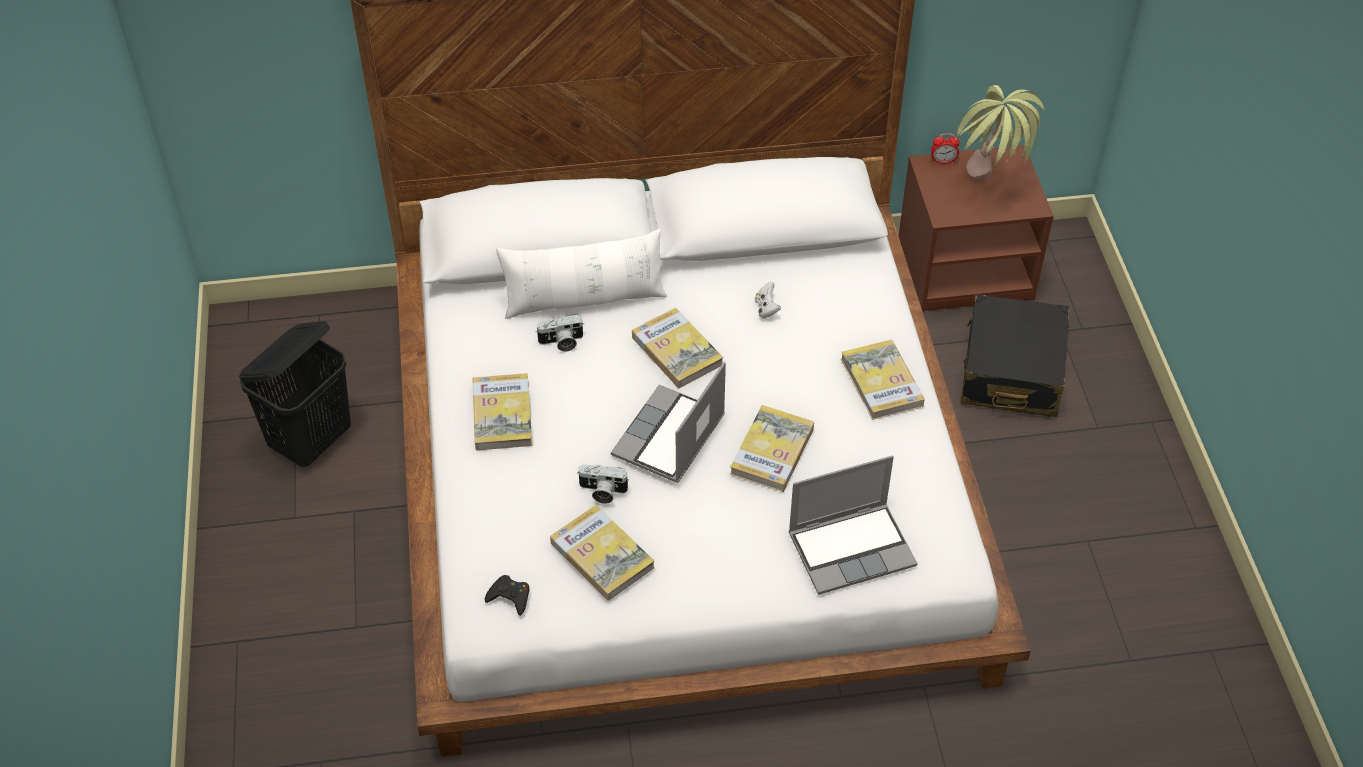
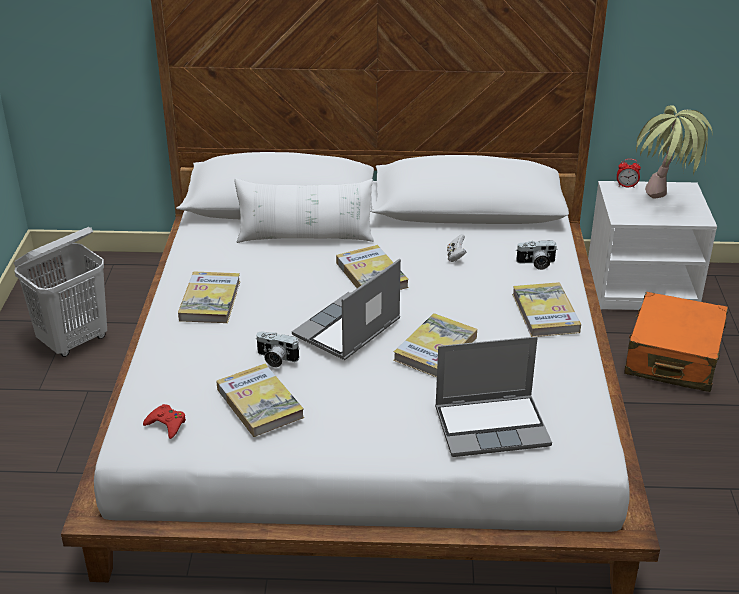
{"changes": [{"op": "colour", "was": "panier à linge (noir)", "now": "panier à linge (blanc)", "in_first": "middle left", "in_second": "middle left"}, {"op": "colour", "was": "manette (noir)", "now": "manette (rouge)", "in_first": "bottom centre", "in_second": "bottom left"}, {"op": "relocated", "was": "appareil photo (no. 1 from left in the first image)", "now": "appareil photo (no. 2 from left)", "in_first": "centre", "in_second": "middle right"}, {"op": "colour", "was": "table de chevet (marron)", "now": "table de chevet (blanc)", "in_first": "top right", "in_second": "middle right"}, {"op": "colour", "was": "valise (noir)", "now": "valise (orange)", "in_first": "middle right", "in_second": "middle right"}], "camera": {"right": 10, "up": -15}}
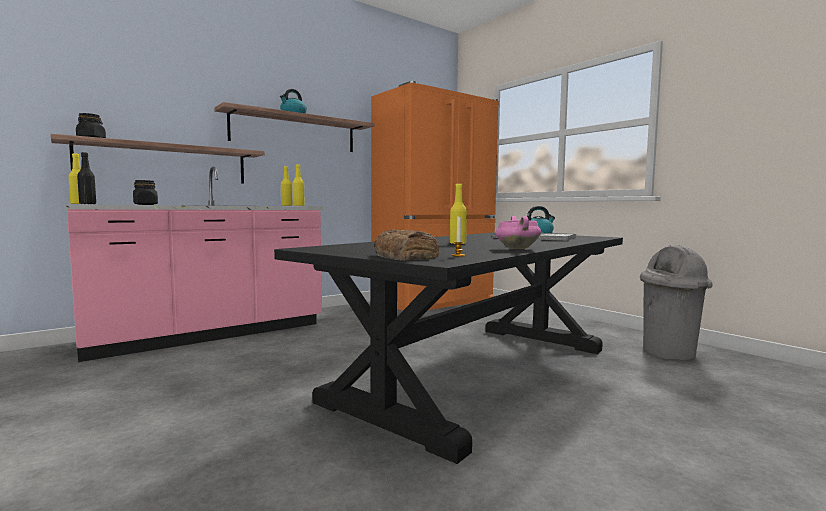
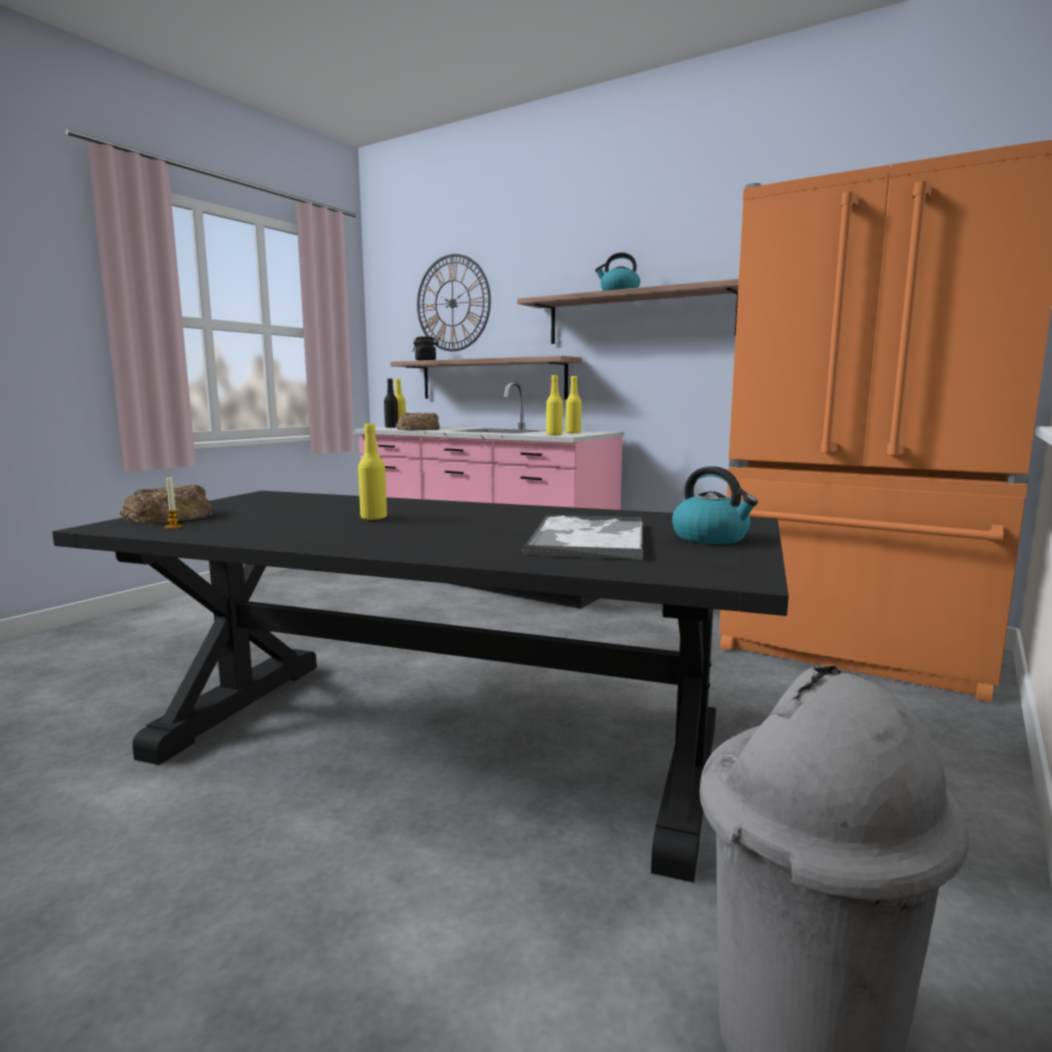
{"changes": [{"op": "exchanged", "was": "bocal (noir) (no. 2 from left)", "now": "pain (no. 2 from left)", "in_first": "middle left", "in_second": "centre"}, {"op": "appeared", "now": "horloge murale", "in_second": "top centre"}, {"op": "missing", "was": "marmite (rose)", "in_first": "centre"}], "camera": {"right": 70, "up": 5}}
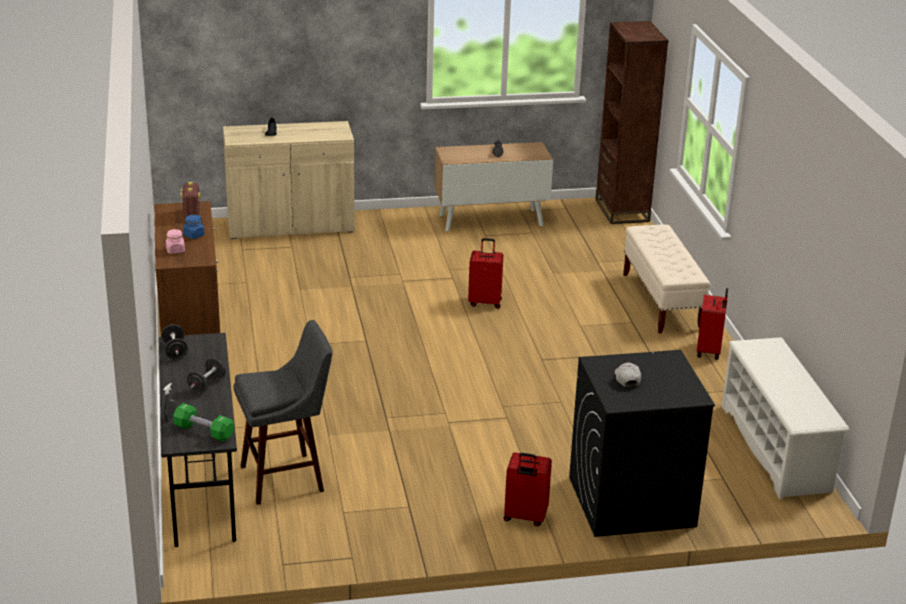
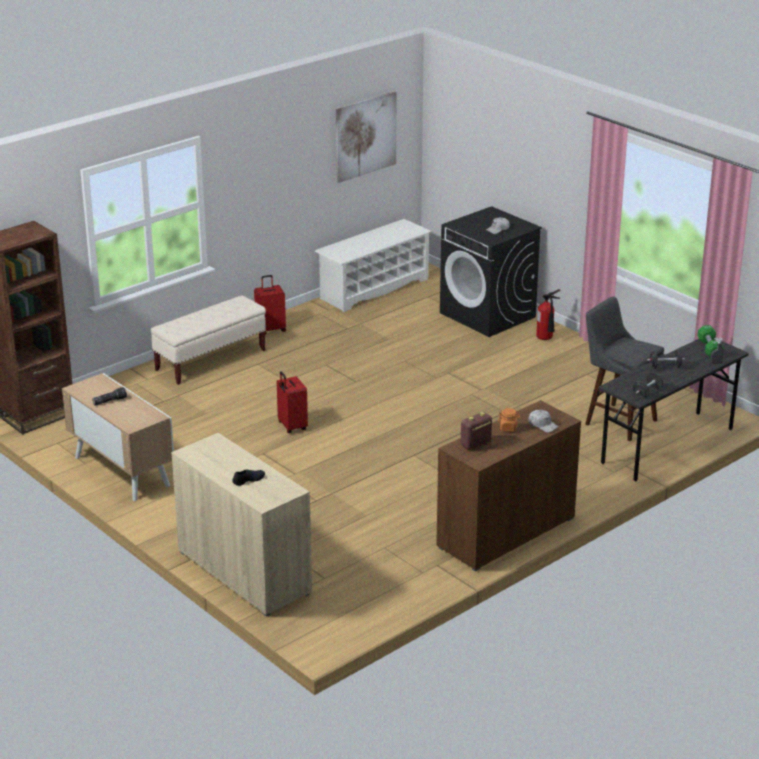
{"changes": [{"op": "appeared", "now": "tableau", "in_second": "top centre"}, {"op": "colour", "was": "bocal (bleu)", "now": "bocal (orange)", "in_first": "middle left", "in_second": "middle right"}, {"op": "exchanged", "was": "bocal (rose)", "now": "casquette (blanc) (no. 2 from left)", "in_first": "middle left", "in_second": "middle right"}, {"op": "exchanged", "was": "valise (rouge) (no. 2 from left)", "now": "extincteur", "in_first": "bottom centre", "in_second": "middle right"}], "camera": {"right": -120, "up": 0}}
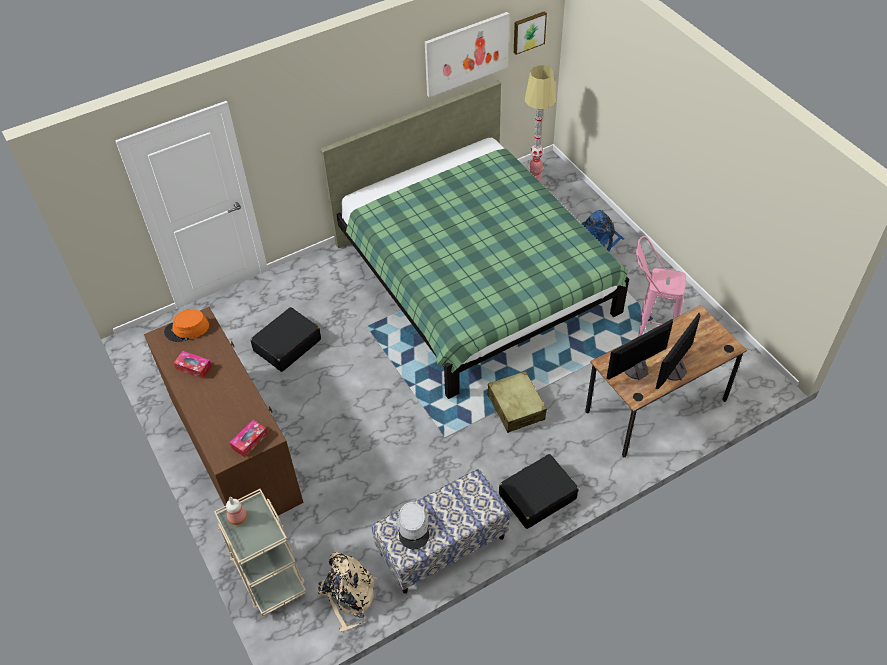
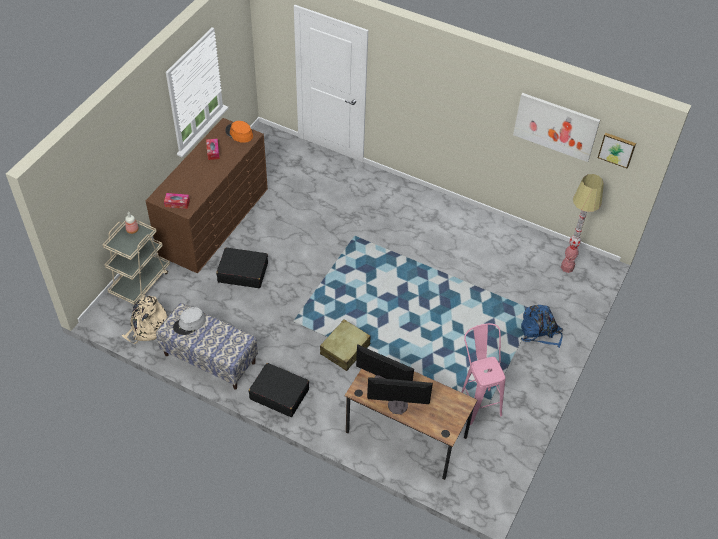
{"changes": [{"op": "relocated", "was": "valise (noir) (no. 1 from left)", "in_first": "middle left", "in_second": "centre"}, {"op": "missing", "was": "lit (vert)", "in_first": "centre"}], "camera": {"right": 55, "up": 0}}
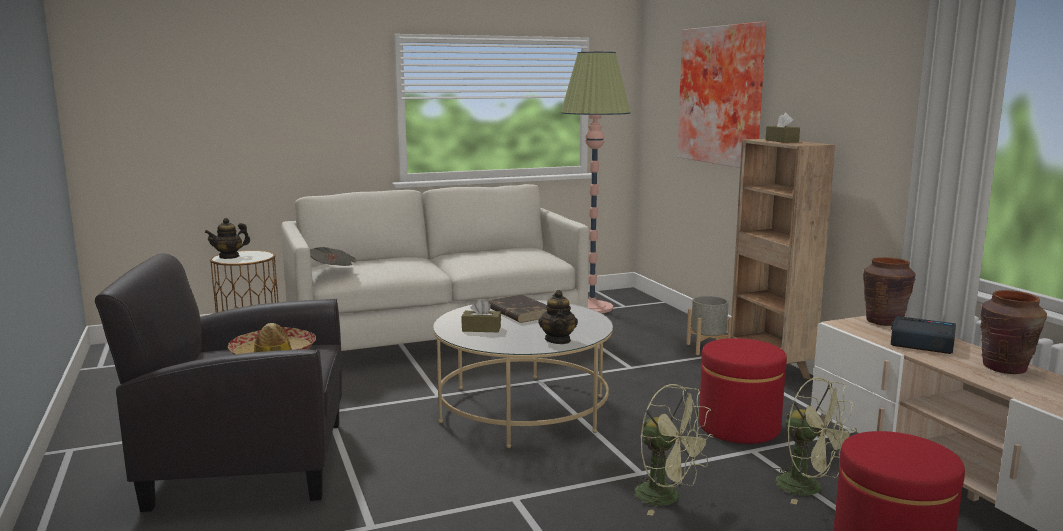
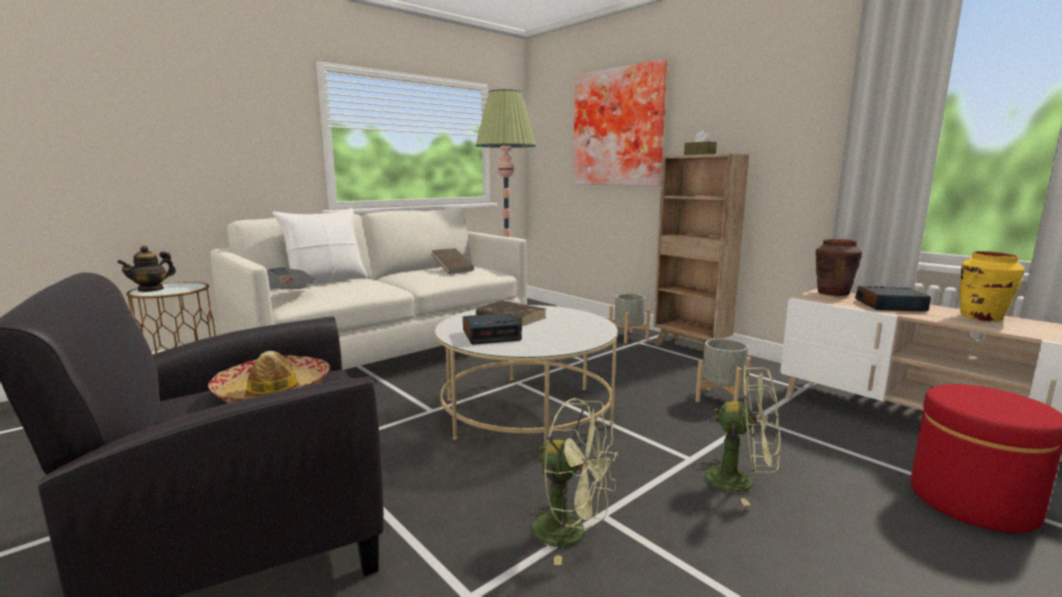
{"changes": [{"op": "appeared", "now": "coussin (blanc)", "in_second": "middle left"}, {"op": "appeared", "now": "livre (marron) (no. 1 from left)", "in_second": "centre"}, {"op": "exchanged", "was": "boîte à mouchoirs (marron) (no. 1 from left)", "now": "réveil (no. 1 from left)", "in_first": "centre", "in_second": "centre"}, {"op": "relocated", "was": "ventilateur (vert) (no. 2 from left in the first image)", "now": "ventilateur (vert) (no. 1 from left)", "in_first": "bottom right", "in_second": "bottom centre"}, {"op": "exchanged", "was": "pouf (rouge) (no. 1 from left)", "now": "cache-pot (gris) (no. 2 from left)", "in_first": "bottom right", "in_second": "middle right"}, {"op": "colour", "was": "vase (marron) (no. 2 from left)", "now": "vase (jaune)", "in_first": "middle right", "in_second": "middle right"}, {"op": "missing", "was": "théière (no. 2 from left)", "in_first": "centre"}], "camera": {"right": -20, "up": 0}}
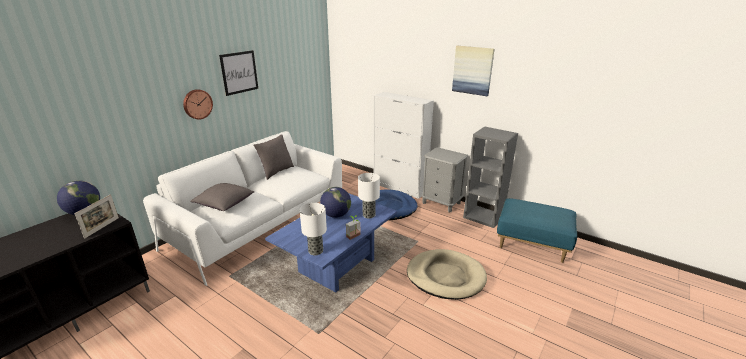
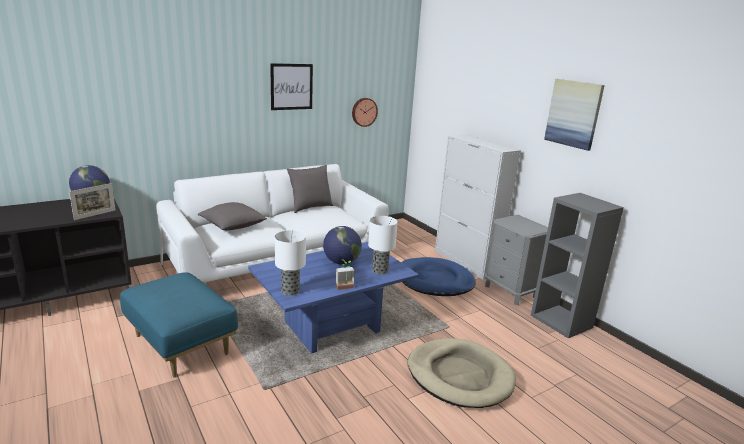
{"changes": [{"op": "relocated", "was": "pouf (bleu)", "in_first": "middle right", "in_second": "bottom left"}, {"op": "relocated", "was": "horloge murale", "in_first": "top left", "in_second": "top centre"}], "camera": {"right": 20, "up": -5}}
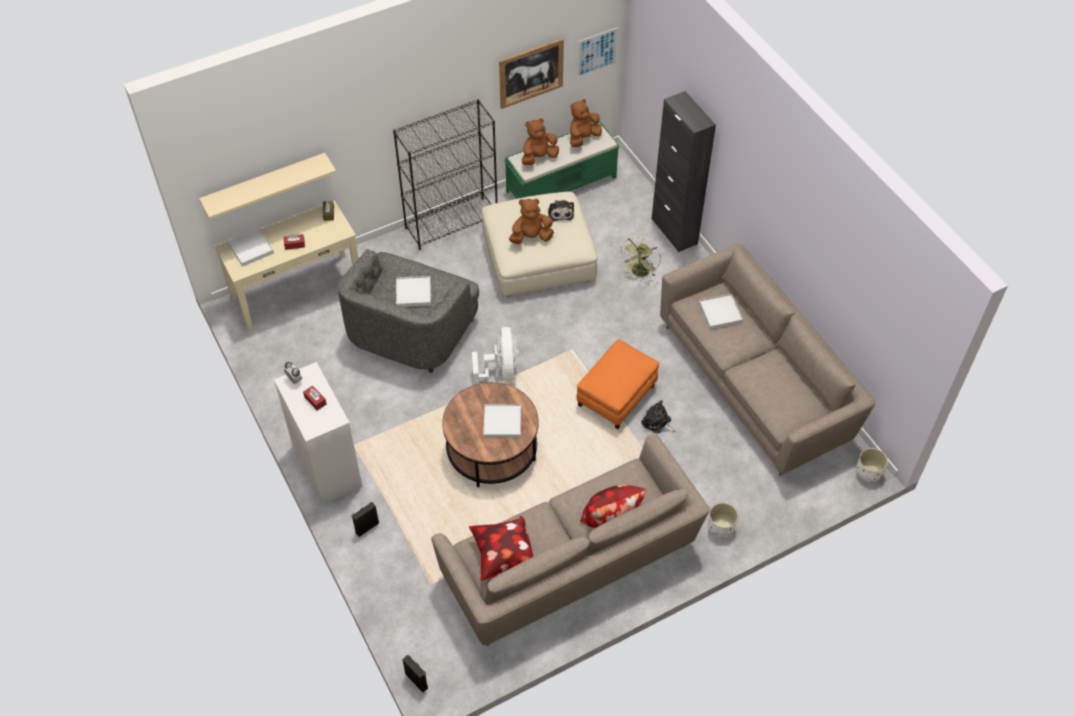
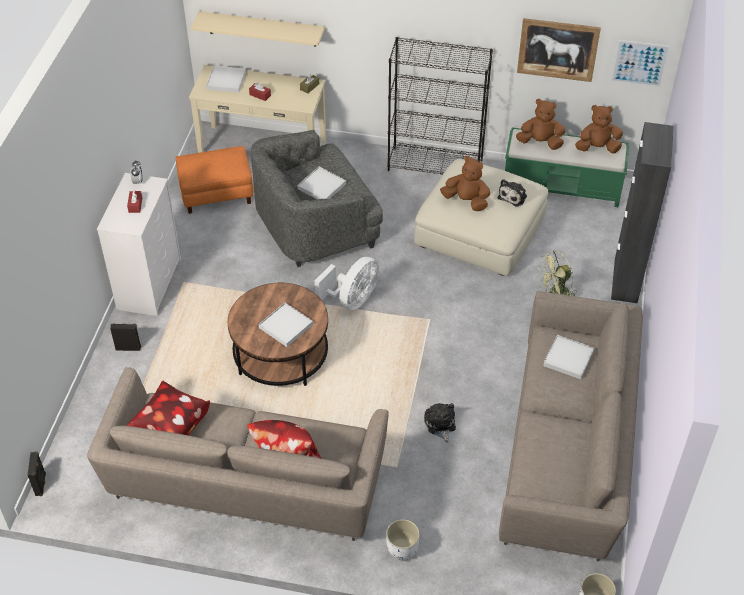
{"changes": [{"op": "relocated", "was": "pouf (orange)", "in_first": "centre", "in_second": "top left"}], "camera": {"right": 40, "up": -5}}
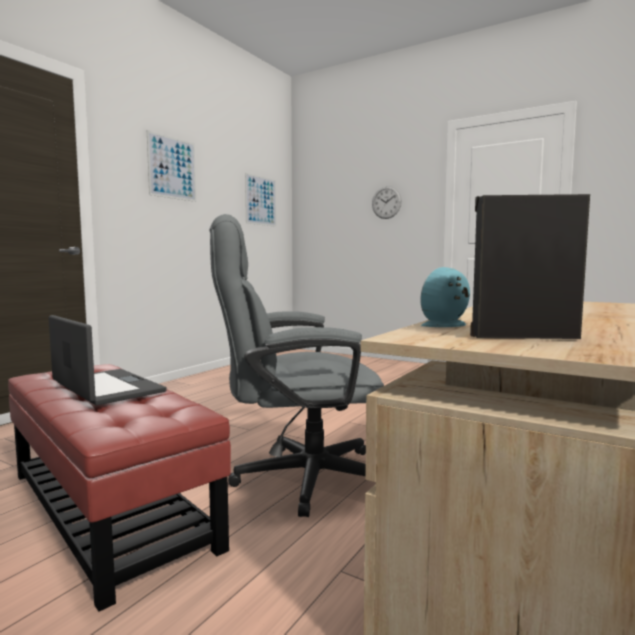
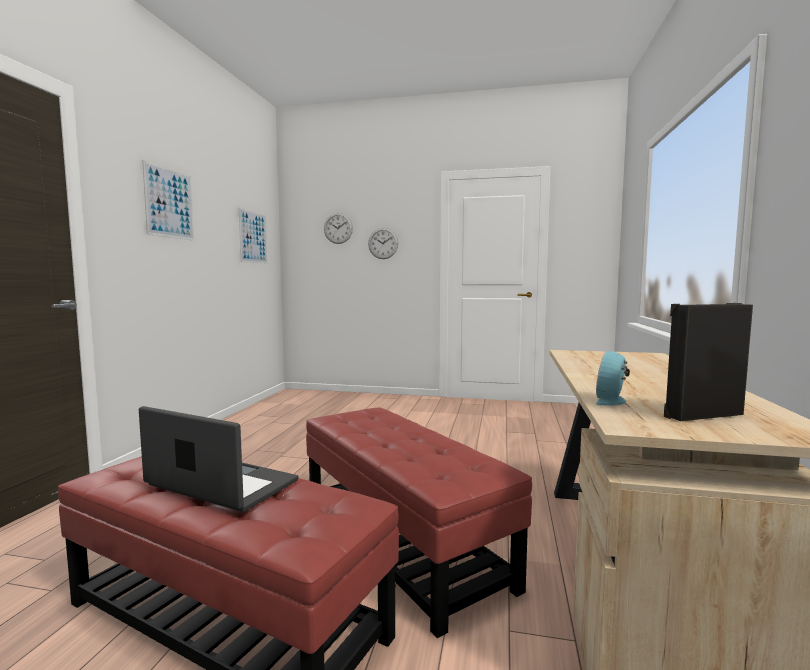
{"changes": [{"op": "exchanged", "was": "chaise de bureau (gris)", "now": "pouf (rouge) (no. 2 from left)", "in_first": "centre", "in_second": "bottom centre"}, {"op": "appeared", "now": "horloge murale (no. 1 from left)", "in_second": "centre"}], "camera": {"right": -20, "up": 0}}
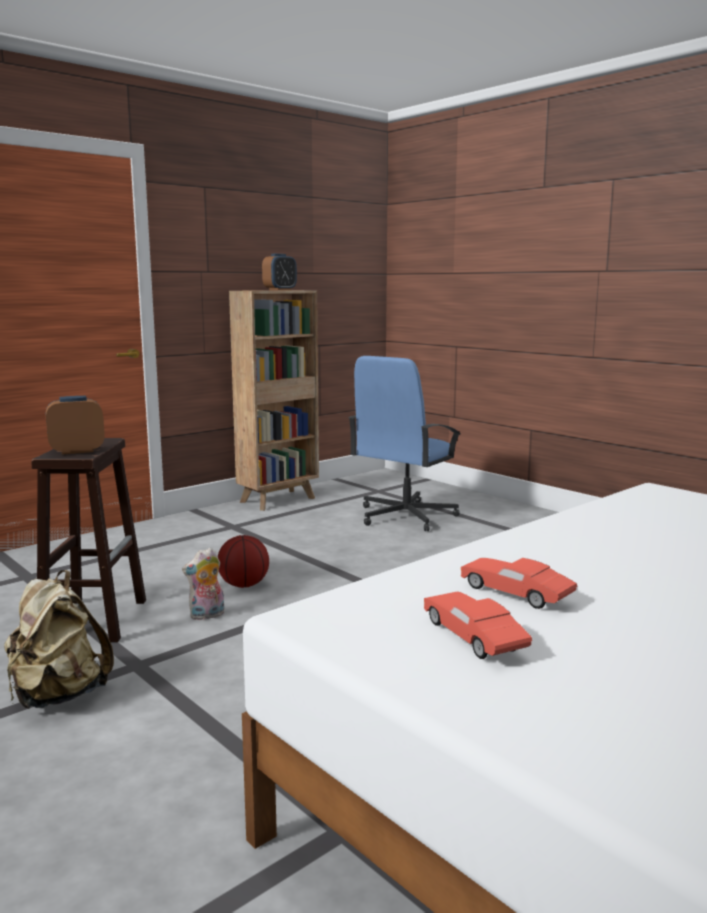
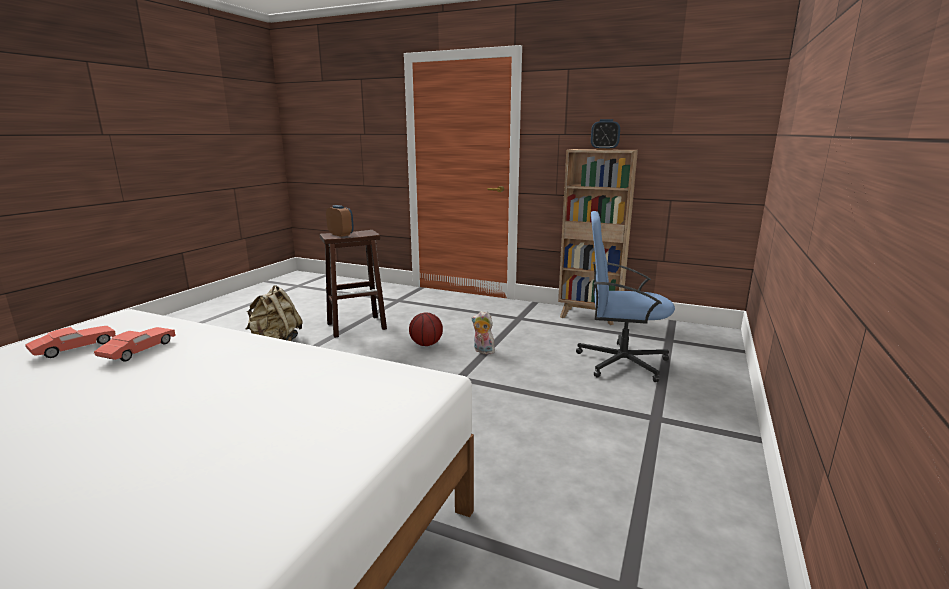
{"changes": [{"op": "relocated", "was": "peluche", "in_first": "middle left", "in_second": "centre"}], "camera": {"right": 65, "up": 5}}
